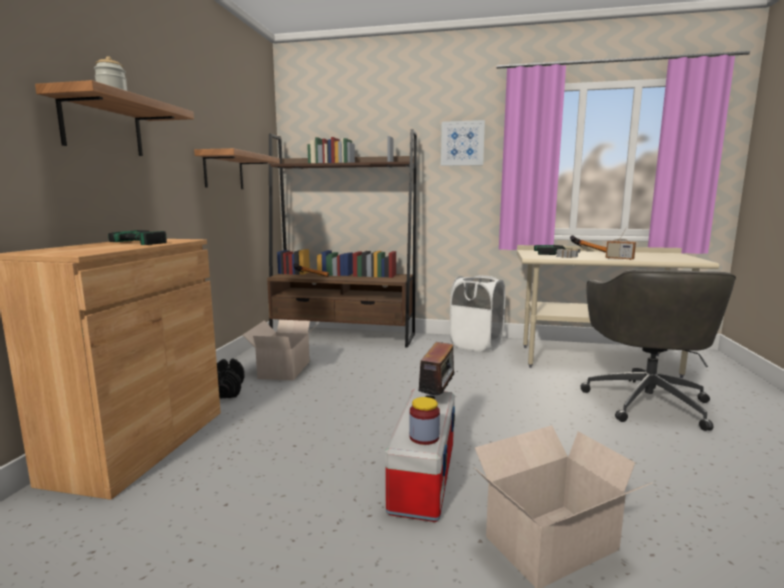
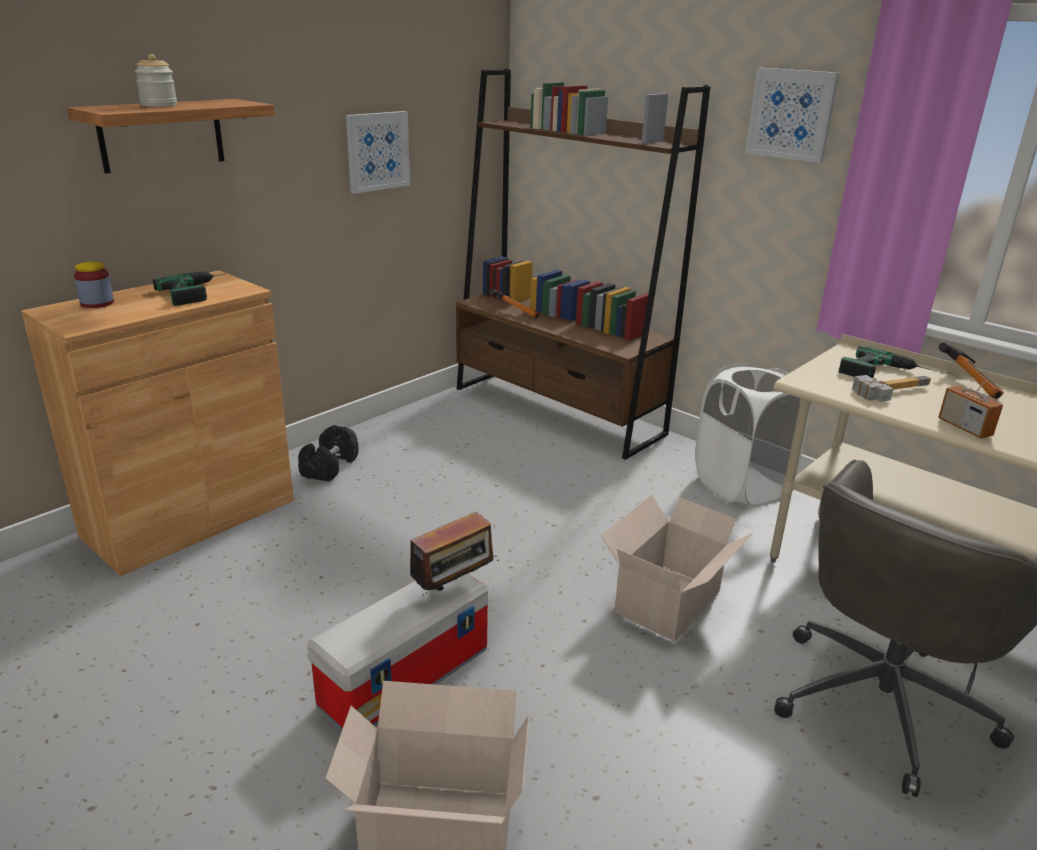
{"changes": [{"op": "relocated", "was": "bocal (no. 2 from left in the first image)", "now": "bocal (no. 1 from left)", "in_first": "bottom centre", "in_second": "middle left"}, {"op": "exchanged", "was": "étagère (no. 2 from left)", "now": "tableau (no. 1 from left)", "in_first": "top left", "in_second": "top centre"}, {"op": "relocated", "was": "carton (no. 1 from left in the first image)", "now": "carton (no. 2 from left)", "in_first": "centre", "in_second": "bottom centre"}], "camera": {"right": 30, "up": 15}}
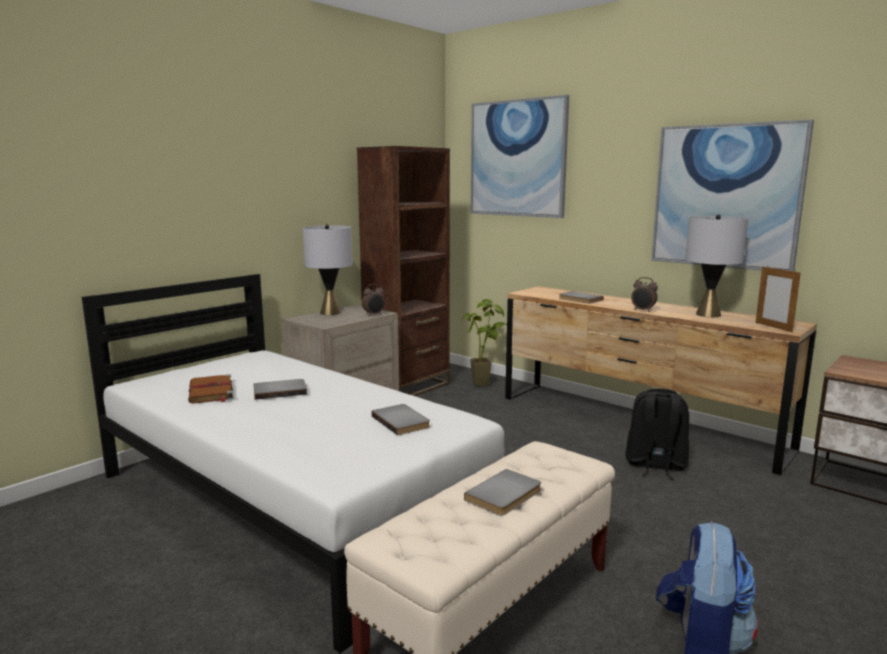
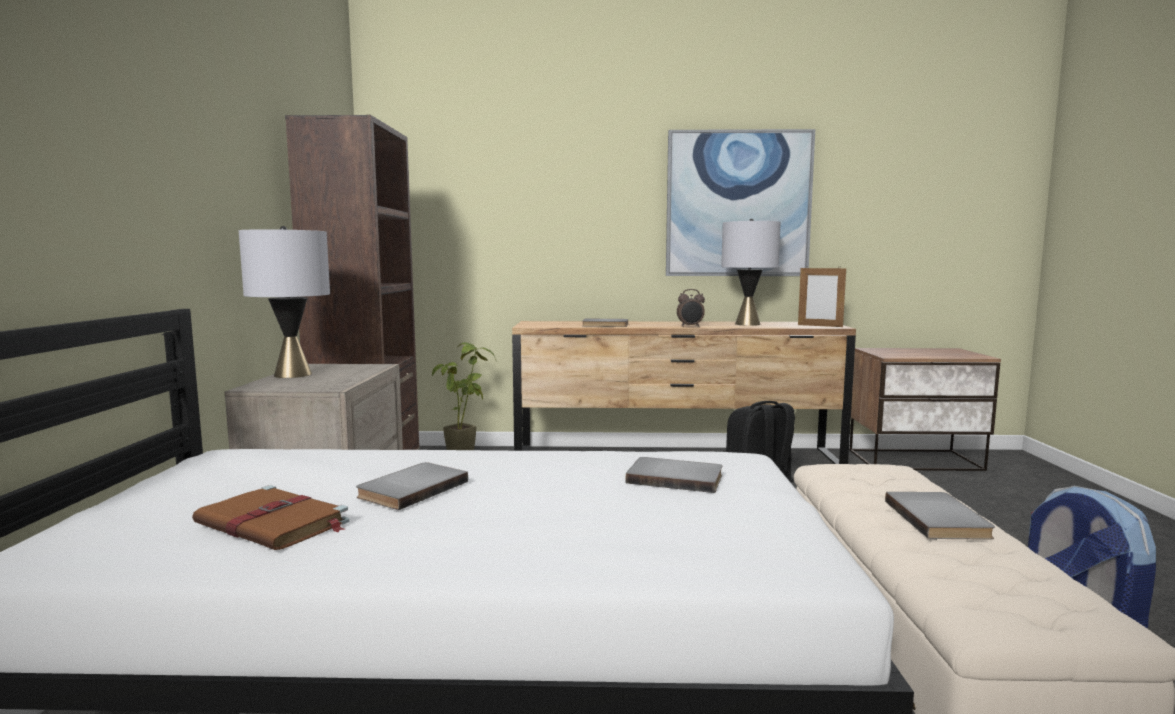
{"changes": [{"op": "missing", "was": "réveil (no. 1 from left)", "in_first": "centre"}, {"op": "missing", "was": "tableau (no. 1 from left)", "in_first": "top centre"}], "camera": {"right": -40, "up": -5}}
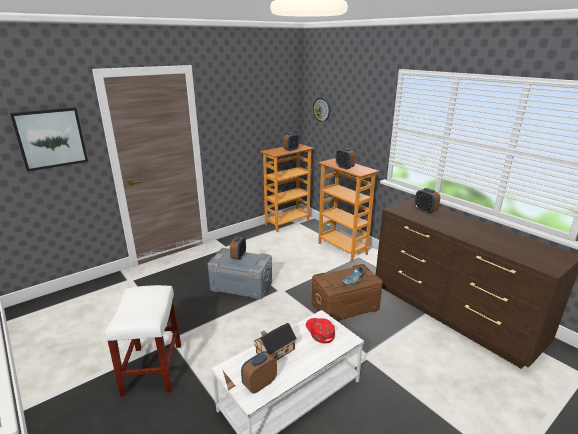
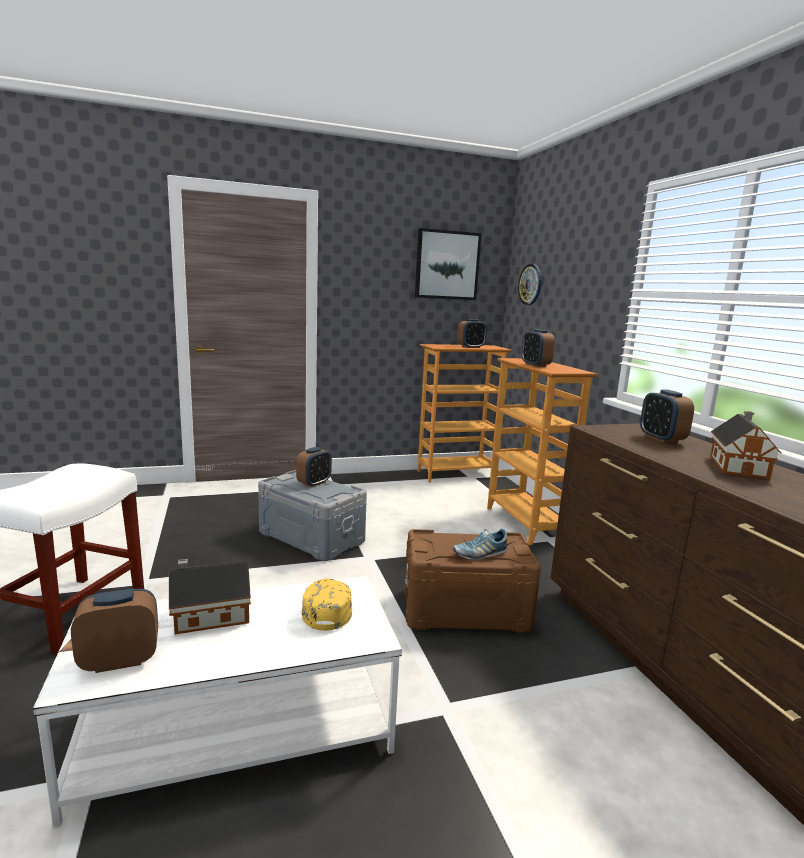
{"changes": [{"op": "colour", "was": "casquette (rouge)", "now": "casquette (jaune)", "in_first": "bottom centre", "in_second": "bottom centre"}, {"op": "relocated", "was": "tableau", "in_first": "top left", "in_second": "top centre"}, {"op": "appeared", "now": "maison miniature (no. 2 from left)", "in_second": "middle right"}], "camera": {"right": 20, "up": -10}}
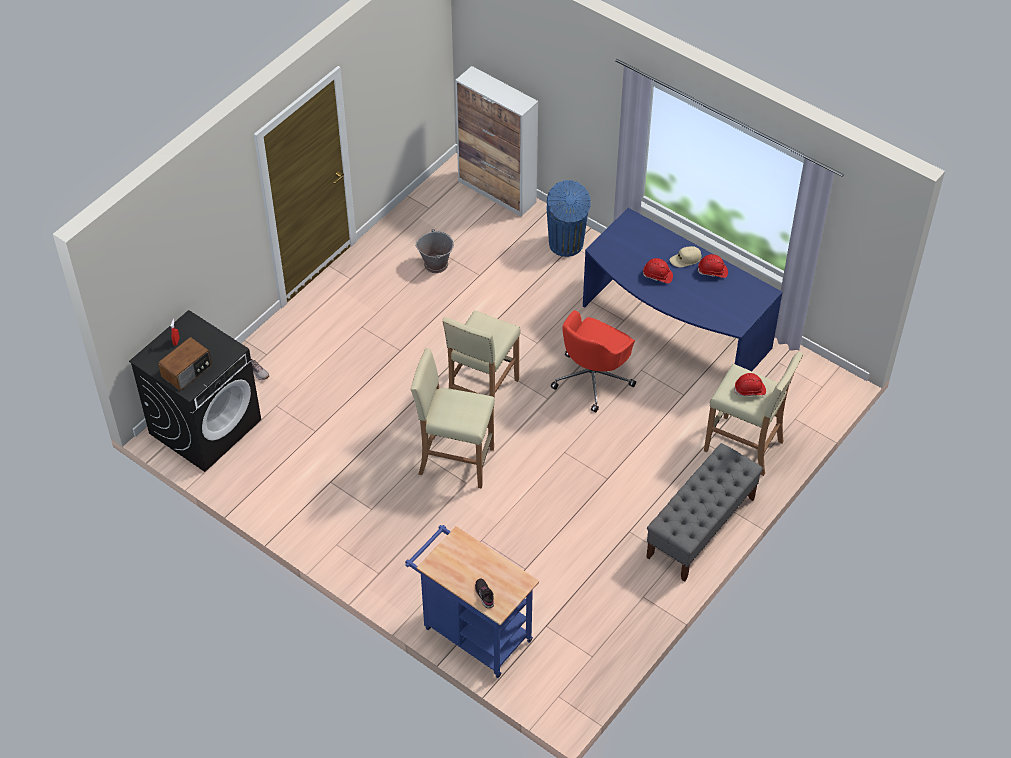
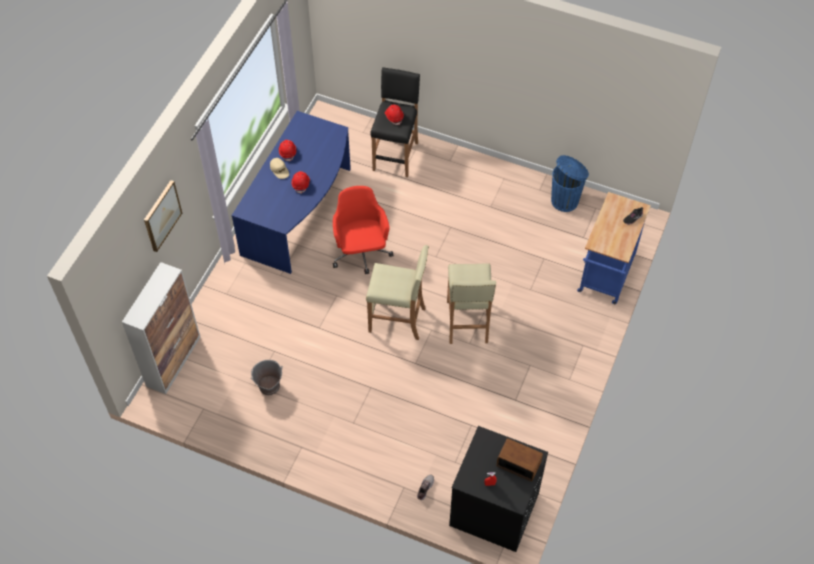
{"changes": [{"op": "appeared", "now": "tableau", "in_second": "middle left"}, {"op": "spun", "was": "chaise de bureau (rouge)", "in_first": "centre", "in_second": "centre", "clockwise": -120}, {"op": "colour", "was": "tabouret (beige) (no. 3 from left)", "now": "tabouret (noir)", "in_first": "middle right", "in_second": "top centre"}, {"op": "relocated", "was": "poubelle (bleu)", "in_first": "top centre", "in_second": "top right"}, {"op": "missing", "was": "banc (gris)", "in_first": "bottom right"}], "camera": {"right": -105, "up": 5}}
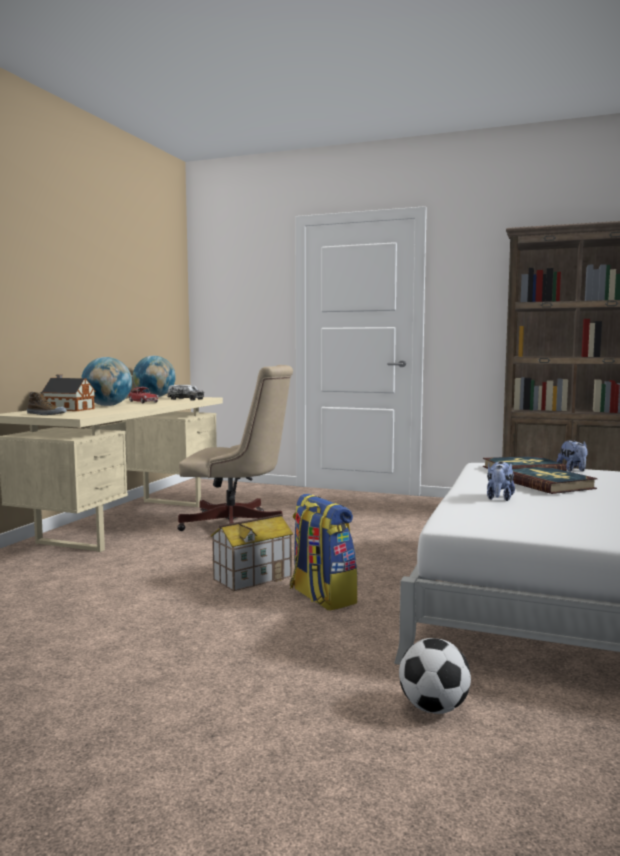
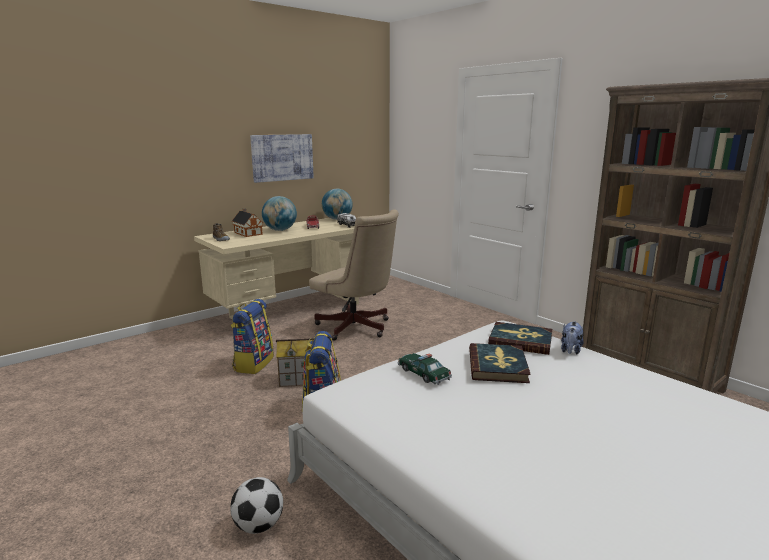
{"changes": [{"op": "appeared", "now": "sac à dos (no. 1 from left)", "in_second": "middle left"}, {"op": "appeared", "now": "tableau", "in_second": "top centre"}, {"op": "exchanged", "was": "peluche (no. 1 from left)", "now": "petite voiture (no. 2 from left)", "in_first": "middle right", "in_second": "centre"}], "camera": {"right": 30, "up": 10}}
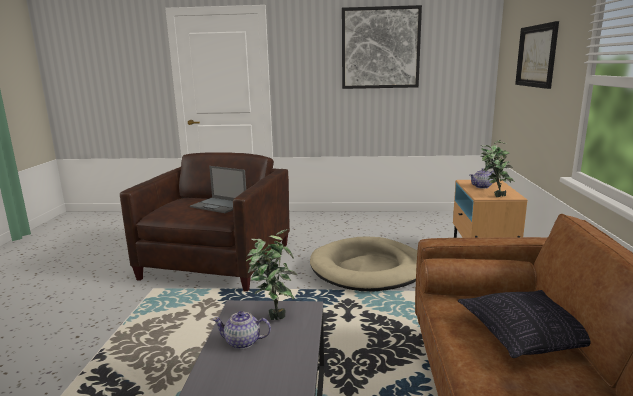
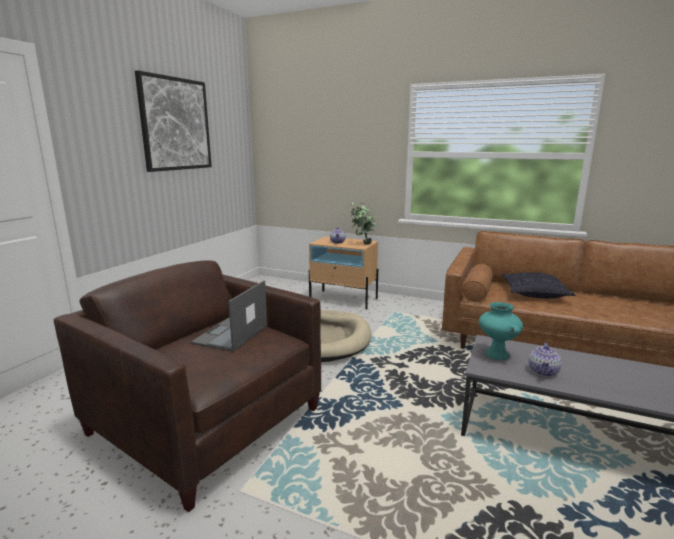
{"changes": [{"op": "spun", "was": "ordinateur portable", "in_first": "centre", "in_second": "centre", "clockwise": 150}, {"op": "exchanged", "was": "plante en pot (no. 1 from left)", "now": "vase (turquoise)", "in_first": "bottom centre", "in_second": "middle right"}, {"op": "missing", "was": "tableau (no. 2 from left)", "in_first": "top right"}], "camera": {"right": -70, "up": 0}}
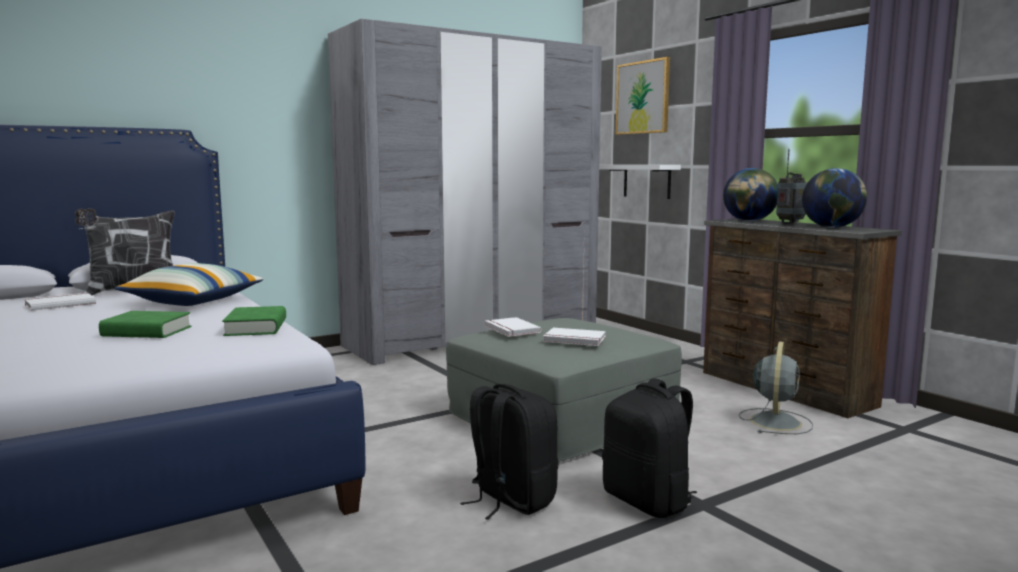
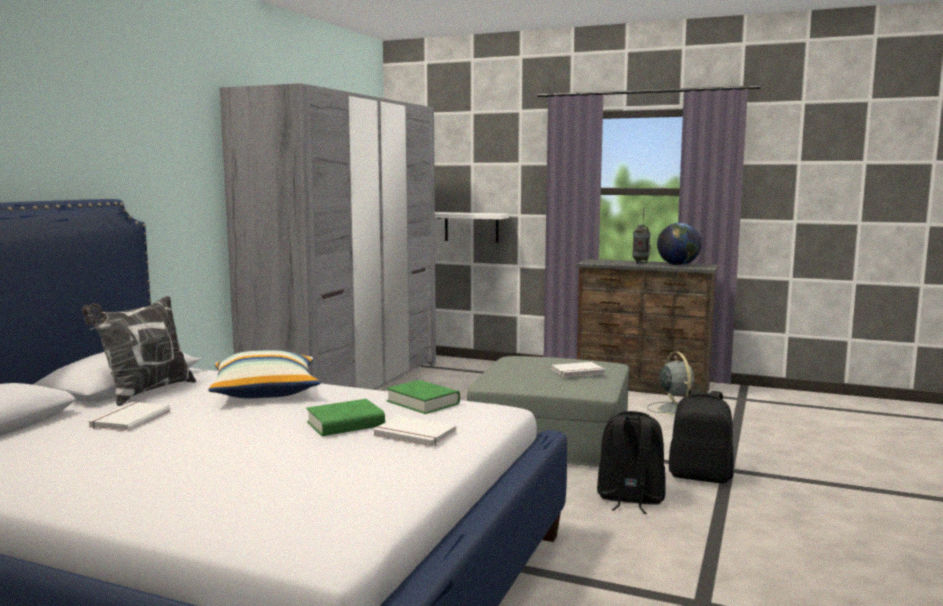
{"changes": [{"op": "relocated", "was": "livre (blanc) (no. 2 from left)", "in_first": "centre", "in_second": "bottom centre"}, {"op": "missing", "was": "tableau", "in_first": "top centre"}, {"op": "missing", "was": "globe (no. 1 from left)", "in_first": "middle right"}], "camera": {"right": -35, "up": 0}}
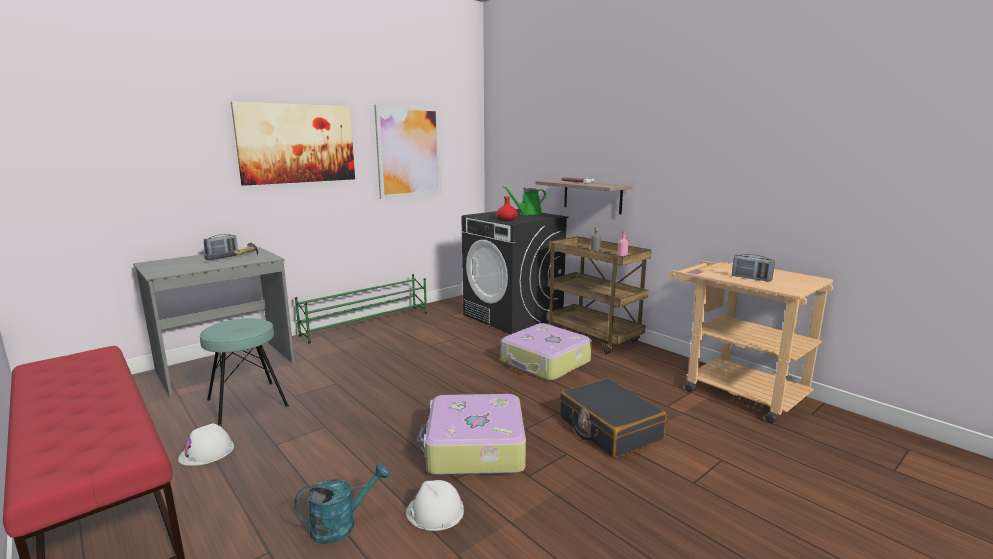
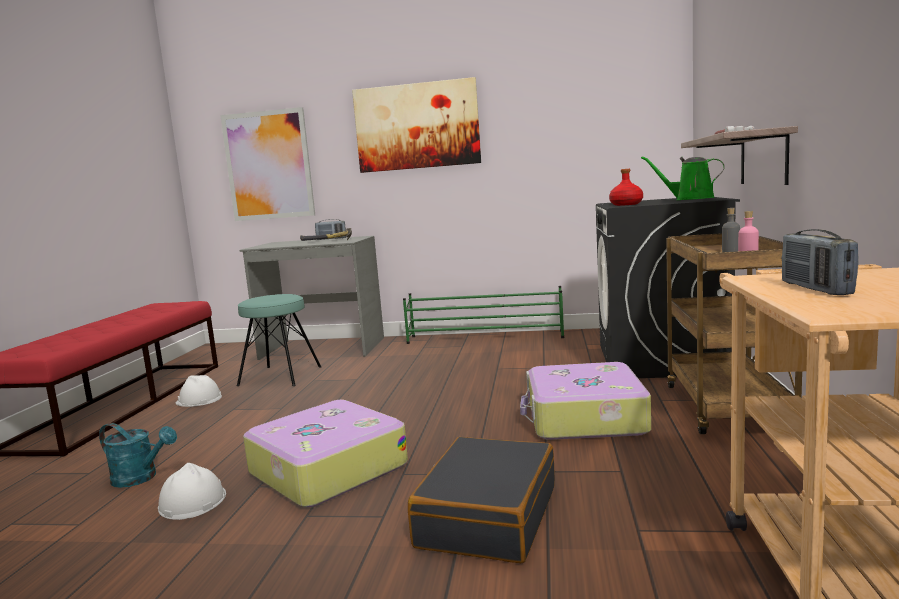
{"changes": [{"op": "relocated", "was": "tableau (no. 2 from left in the first image)", "now": "tableau (no. 1 from left)", "in_first": "top centre", "in_second": "top left"}], "camera": {"right": 50, "up": -5}}
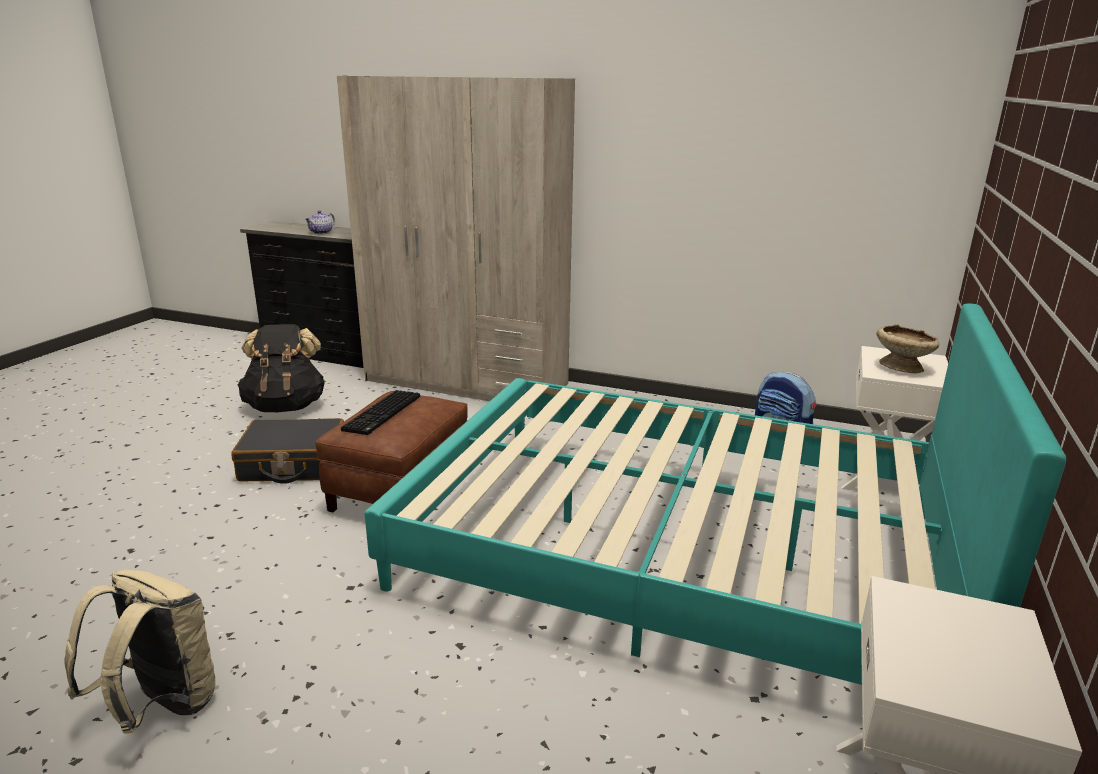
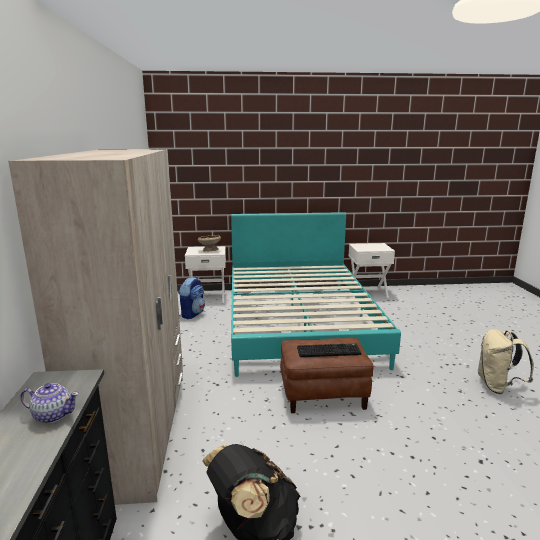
{"changes": [{"op": "missing", "was": "valise (noir)", "in_first": "middle left"}], "camera": {"right": -115, "up": -5}}
